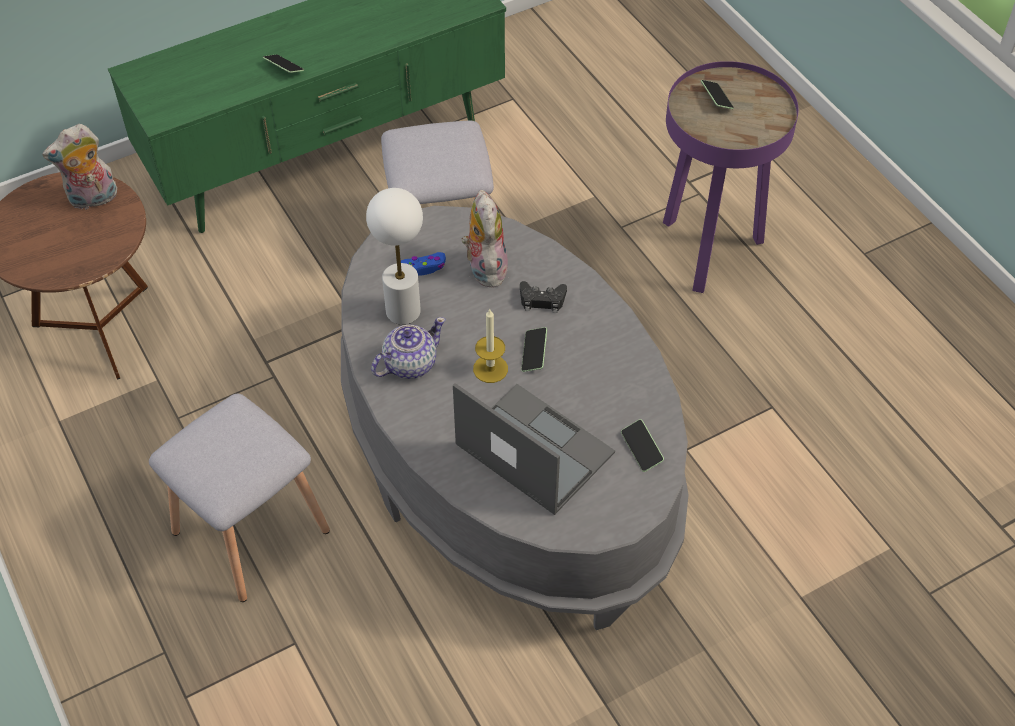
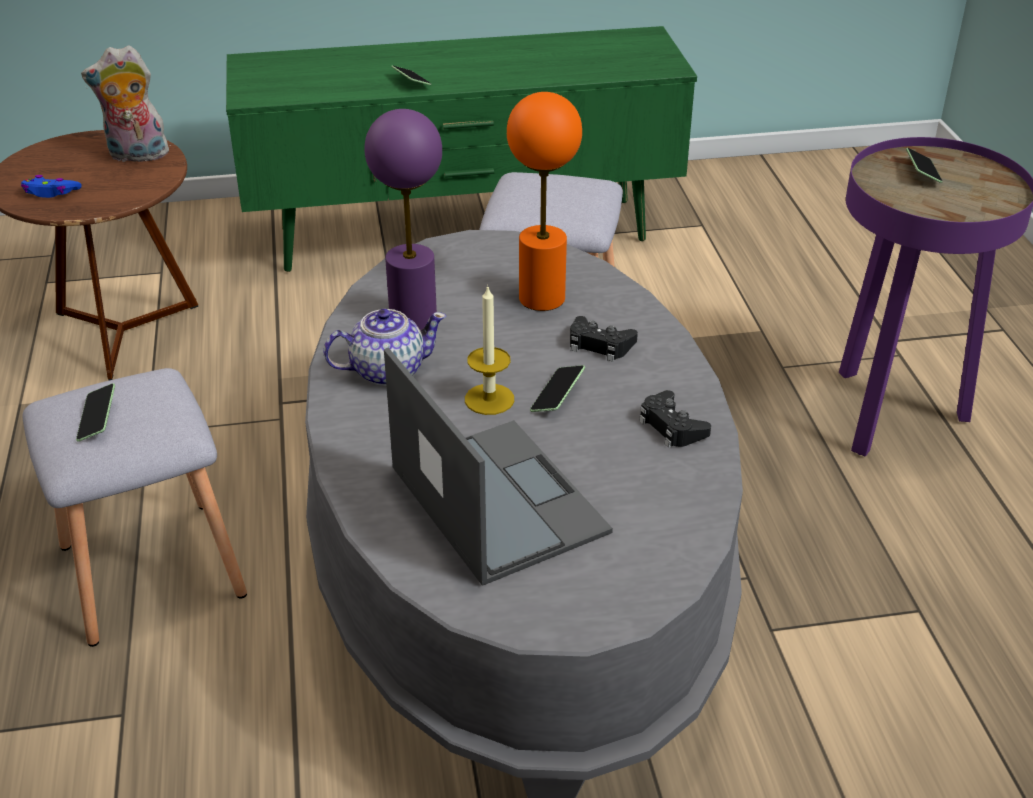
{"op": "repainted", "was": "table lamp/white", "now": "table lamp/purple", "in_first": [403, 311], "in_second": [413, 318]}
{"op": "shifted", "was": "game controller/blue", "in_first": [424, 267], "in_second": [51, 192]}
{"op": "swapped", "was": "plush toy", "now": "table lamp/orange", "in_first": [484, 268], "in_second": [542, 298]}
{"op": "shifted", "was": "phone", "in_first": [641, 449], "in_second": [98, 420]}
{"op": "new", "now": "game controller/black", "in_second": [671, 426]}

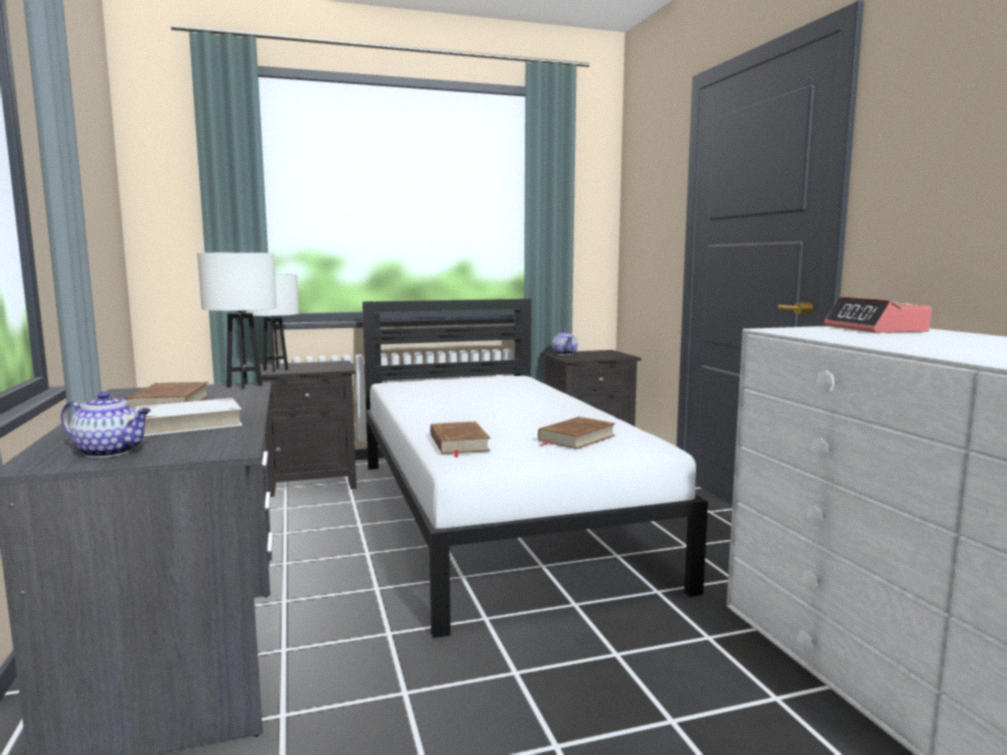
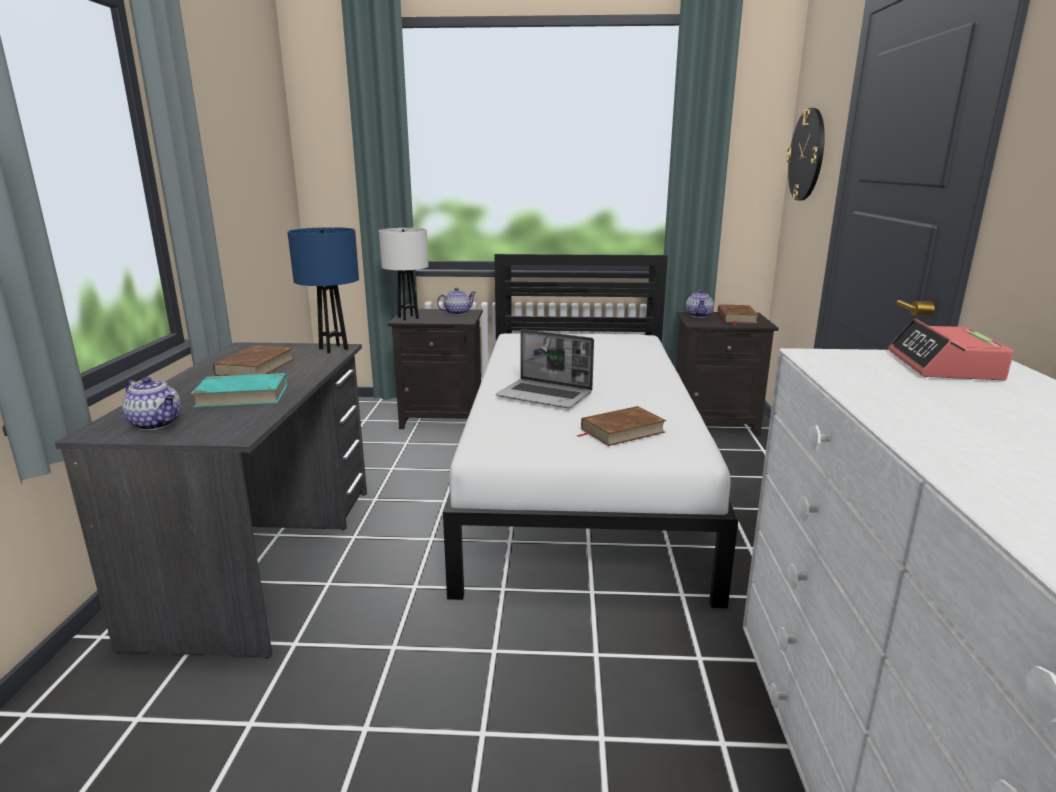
{"op": "repainted", "was": "book/white", "now": "book/turquoise", "in_first": [188, 424], "in_second": [242, 396]}
{"op": "repainted", "was": "table lamp/white", "now": "table lamp/blue", "in_first": [244, 386], "in_second": [333, 349]}
{"op": "shifted", "was": "book/brown", "in_first": [458, 443], "in_second": [736, 318]}
{"op": "new", "now": "teapot", "in_second": [456, 313]}
{"op": "new", "now": "laptop", "in_second": [546, 395]}
{"op": "new", "now": "wall clock", "in_second": [807, 155]}

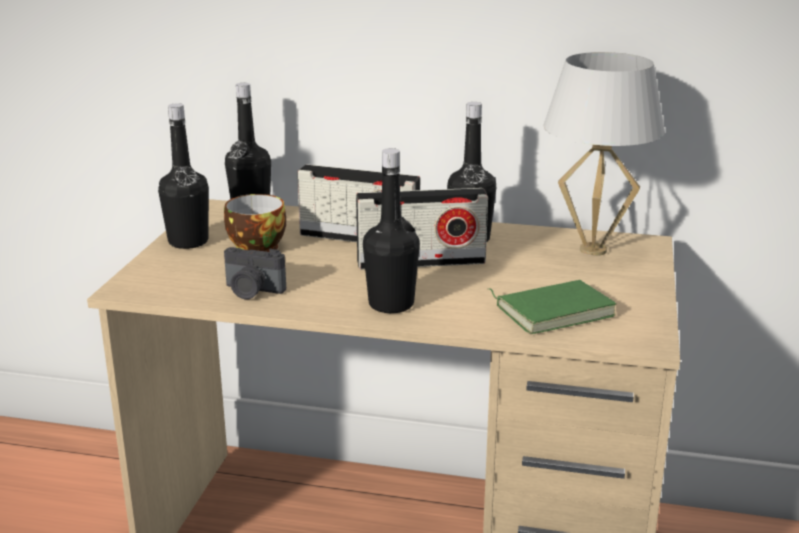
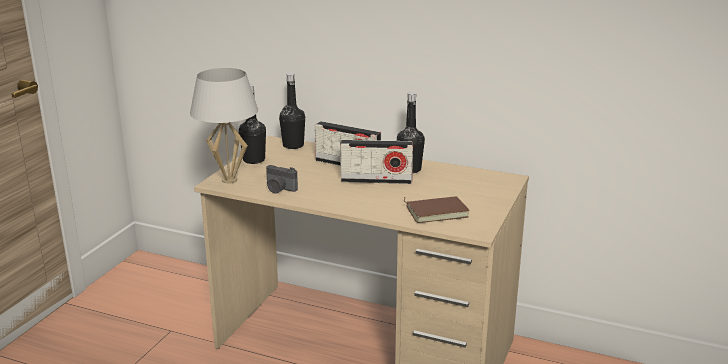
{"op": "gone", "was": "cup", "in_first": [253, 248]}
{"op": "gone", "was": "bottle/black", "in_first": [391, 304]}
{"op": "repainted", "was": "book/green", "now": "book/brown", "in_first": [553, 310], "in_second": [436, 212]}
{"op": "shifted", "was": "table lamp/white", "in_first": [593, 250], "in_second": [229, 180]}

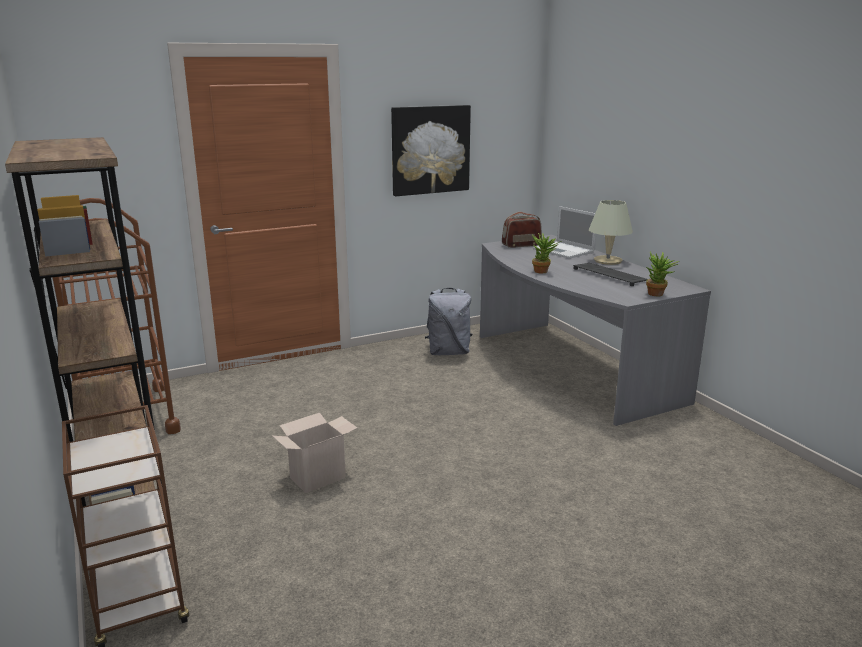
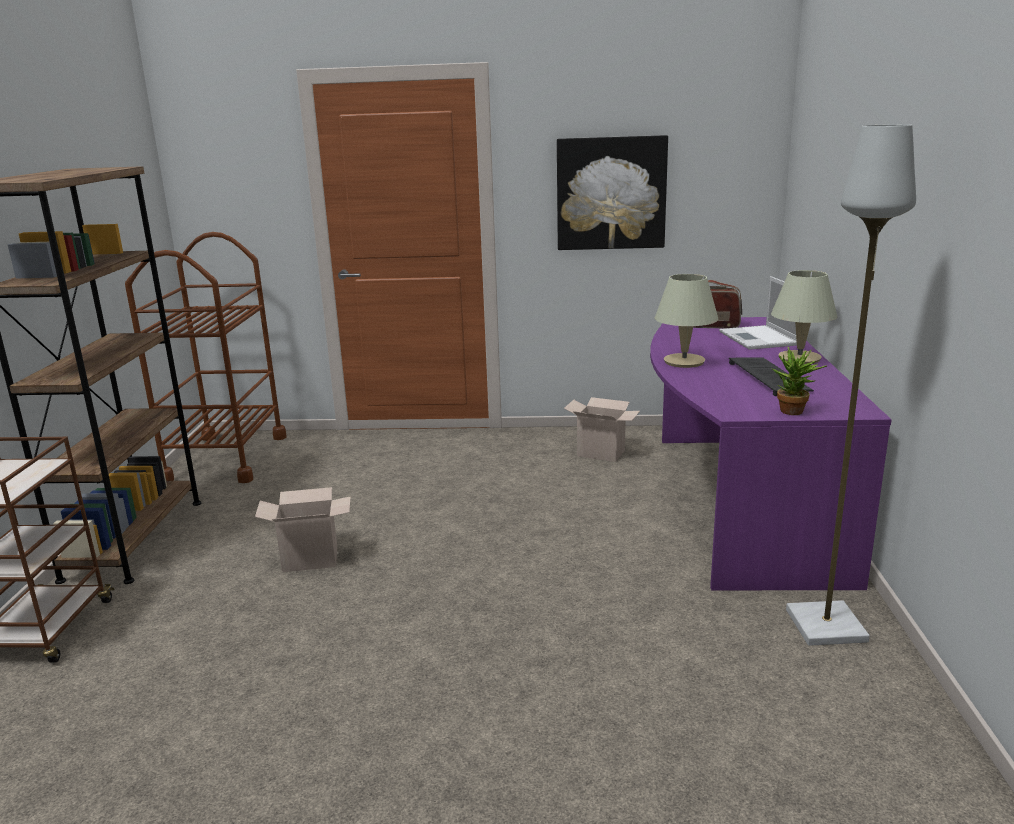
{"op": "swapped", "was": "backpack/grey", "now": "cardboard box", "in_first": [448, 352], "in_second": [602, 453]}
{"op": "repainted", "was": "desk/grey", "now": "desk/purple", "in_first": [569, 368], "in_second": [735, 502]}
{"op": "swapped", "was": "potted plant", "now": "table lamp/beige", "in_first": [543, 271], "in_second": [683, 362]}
{"op": "new", "now": "floor lamp/grey", "in_second": [827, 626]}

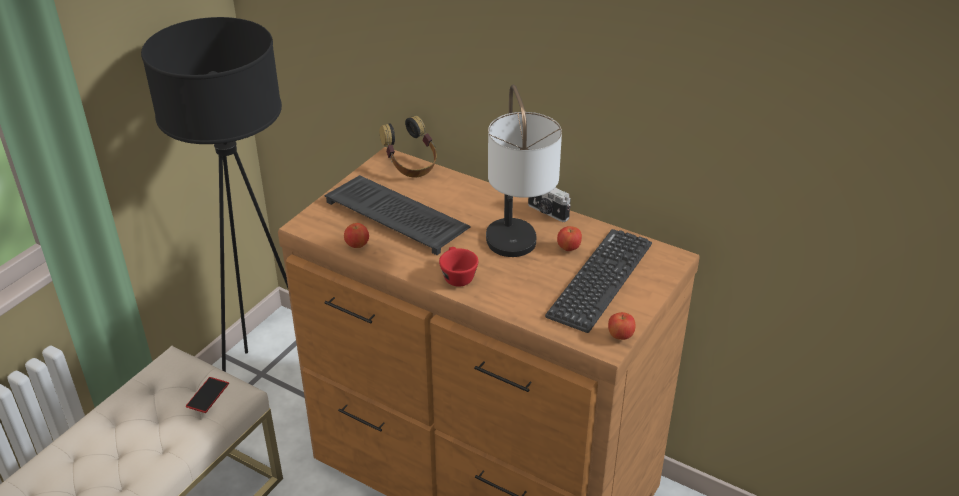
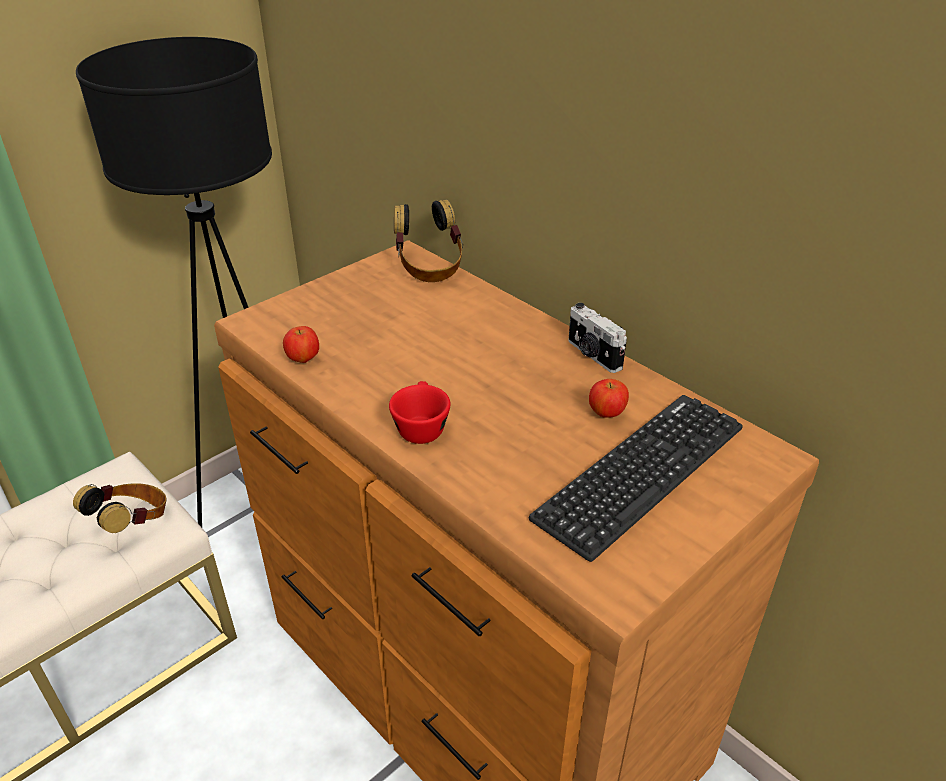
{"op": "swapped", "was": "phone", "now": "headphones", "in_first": [207, 395], "in_second": [132, 523]}
{"op": "gone", "was": "keyboard", "in_first": [398, 215]}
{"op": "gone", "was": "table lamp", "in_first": [516, 257]}
{"op": "gone", "was": "apple", "in_first": [620, 336]}

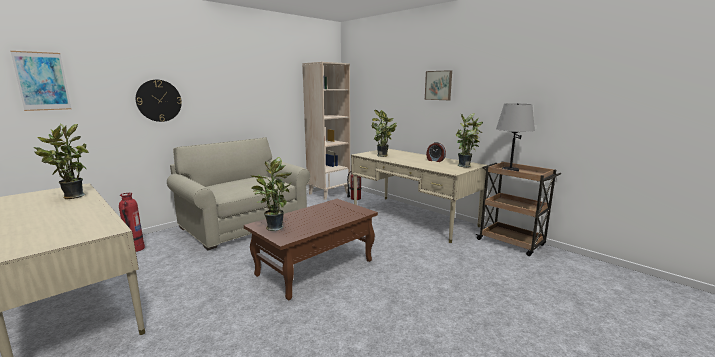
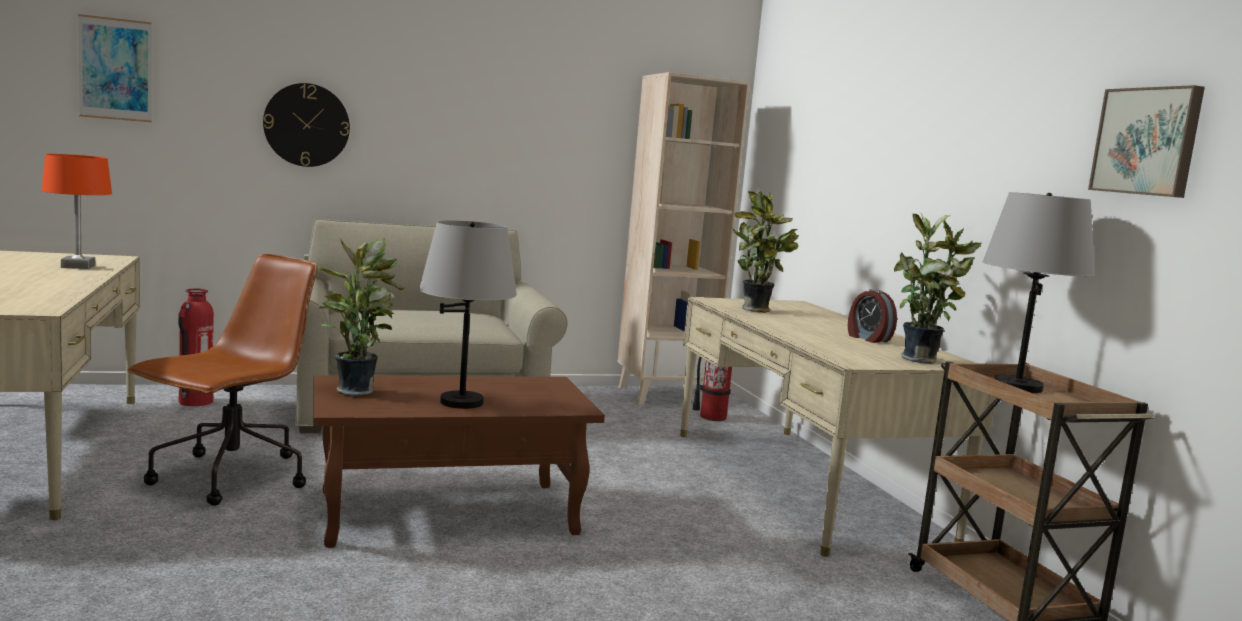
{"op": "swapped", "was": "potted plant", "now": "table lamp/orange", "in_first": [71, 197], "in_second": [78, 266]}
{"op": "shifted", "was": "picture", "in_first": [438, 85], "in_second": [1147, 141]}
{"op": "new", "now": "office chair/brown", "in_second": [230, 478]}
{"op": "new", "now": "table lamp/grey", "in_second": [462, 402]}

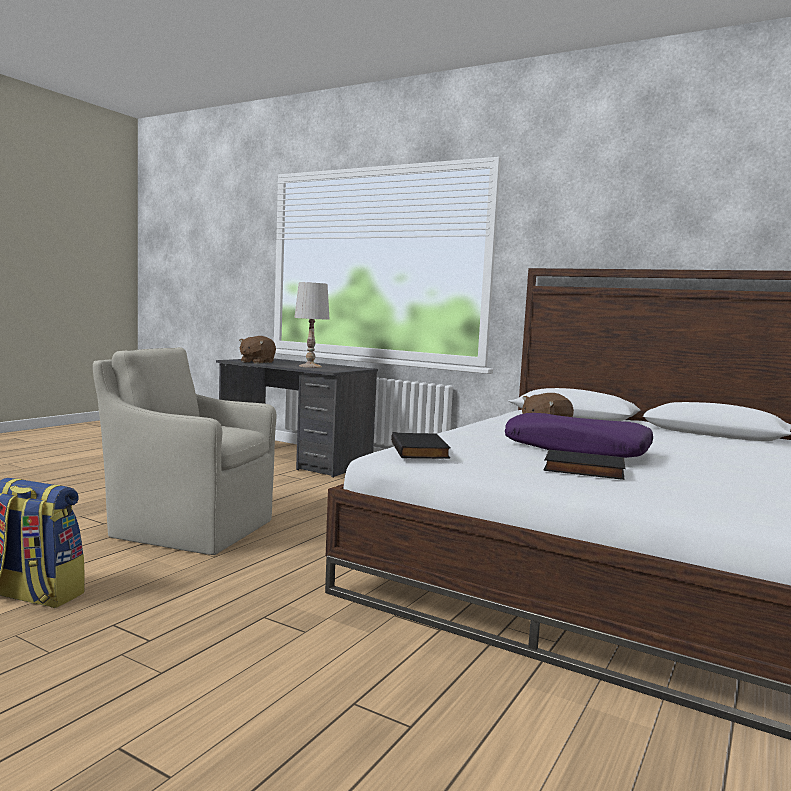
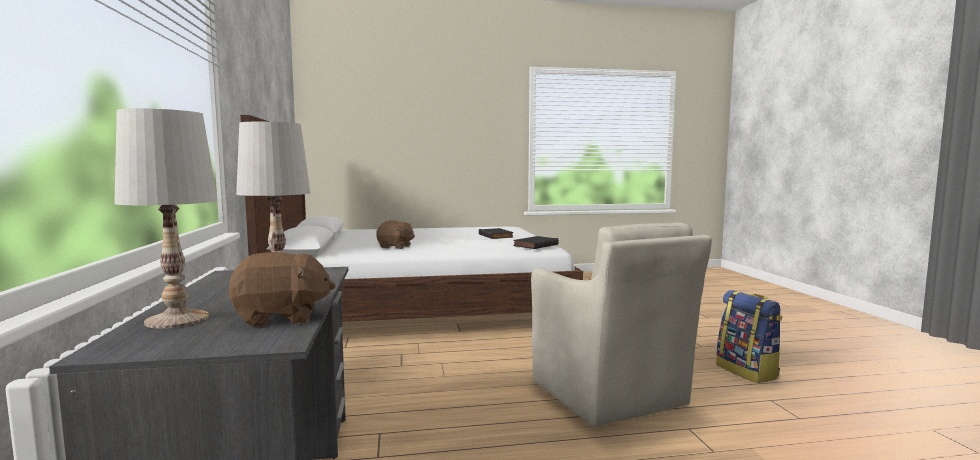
{"op": "gone", "was": "pillow/purple", "in_first": [576, 450]}
{"op": "new", "now": "table lamp/white", "in_second": [176, 320]}

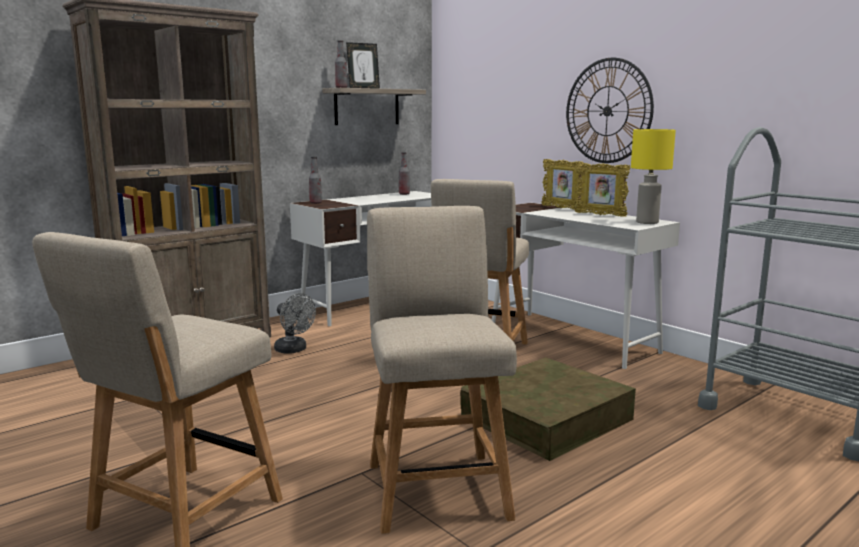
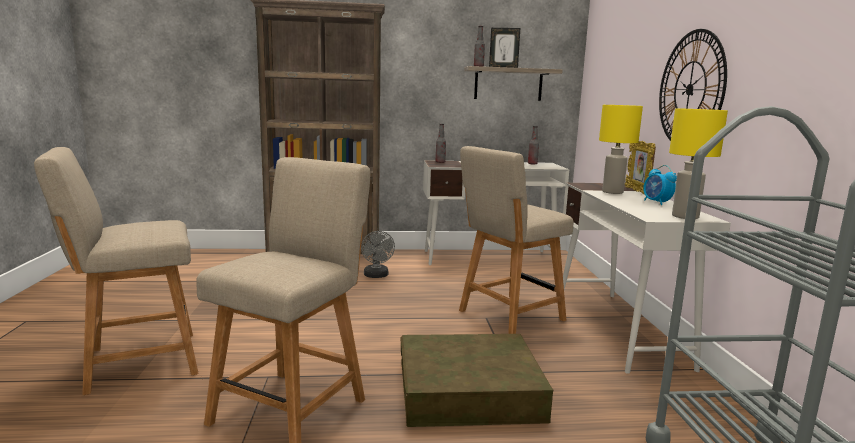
{"op": "swapped", "was": "picture frame", "now": "alarm clock", "in_first": [600, 215], "in_second": [656, 202]}
{"op": "new", "now": "table lamp/yellow", "in_second": [612, 192]}

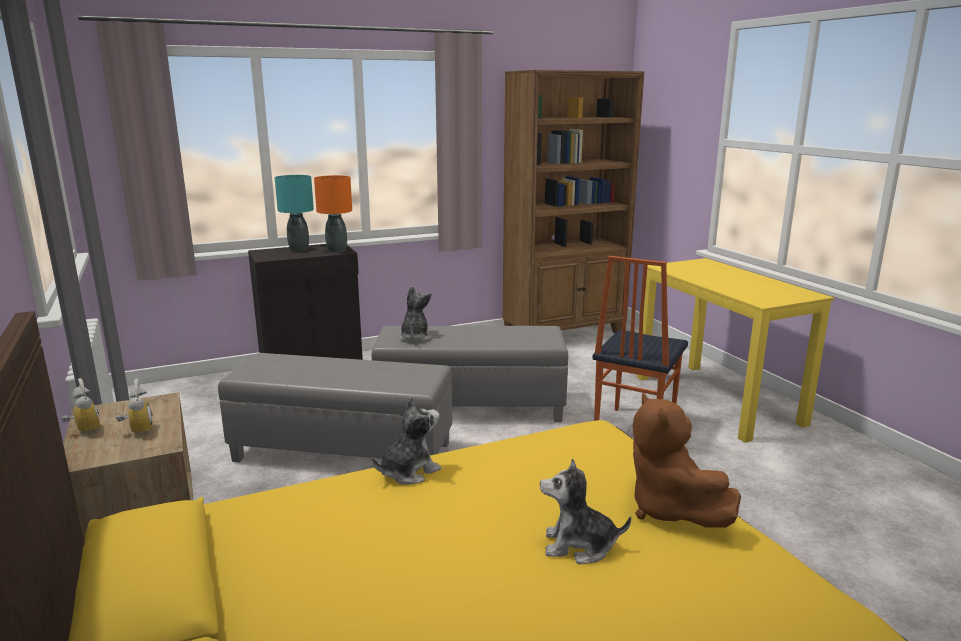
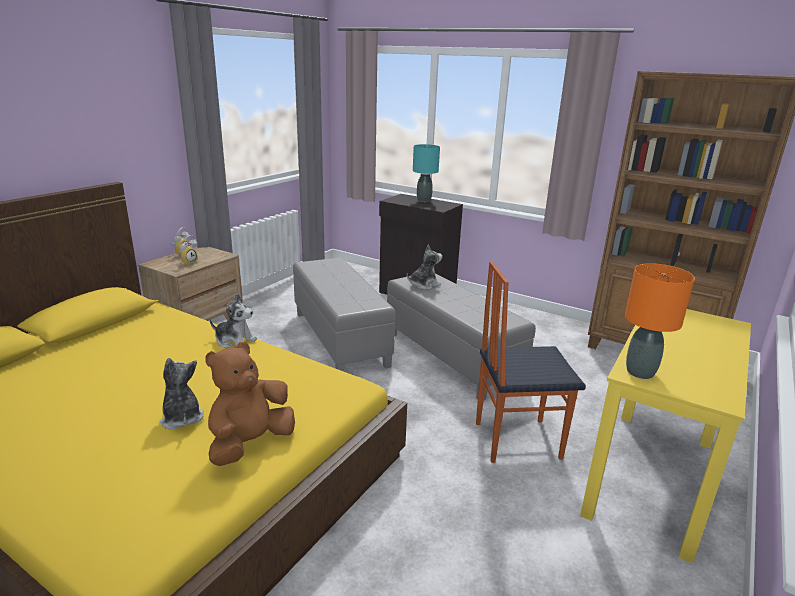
{"op": "shifted", "was": "table lamp/orange", "in_first": [336, 250], "in_second": [640, 372]}

